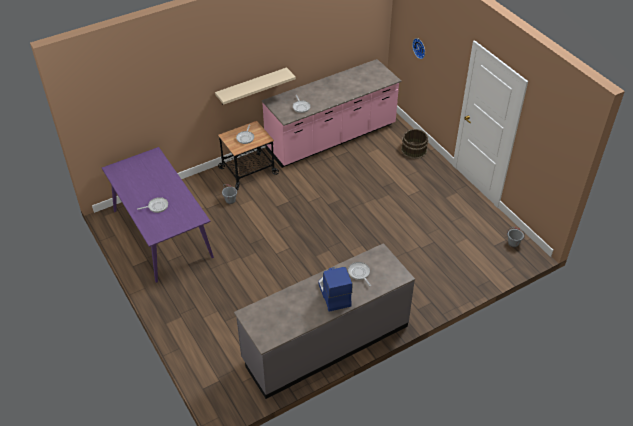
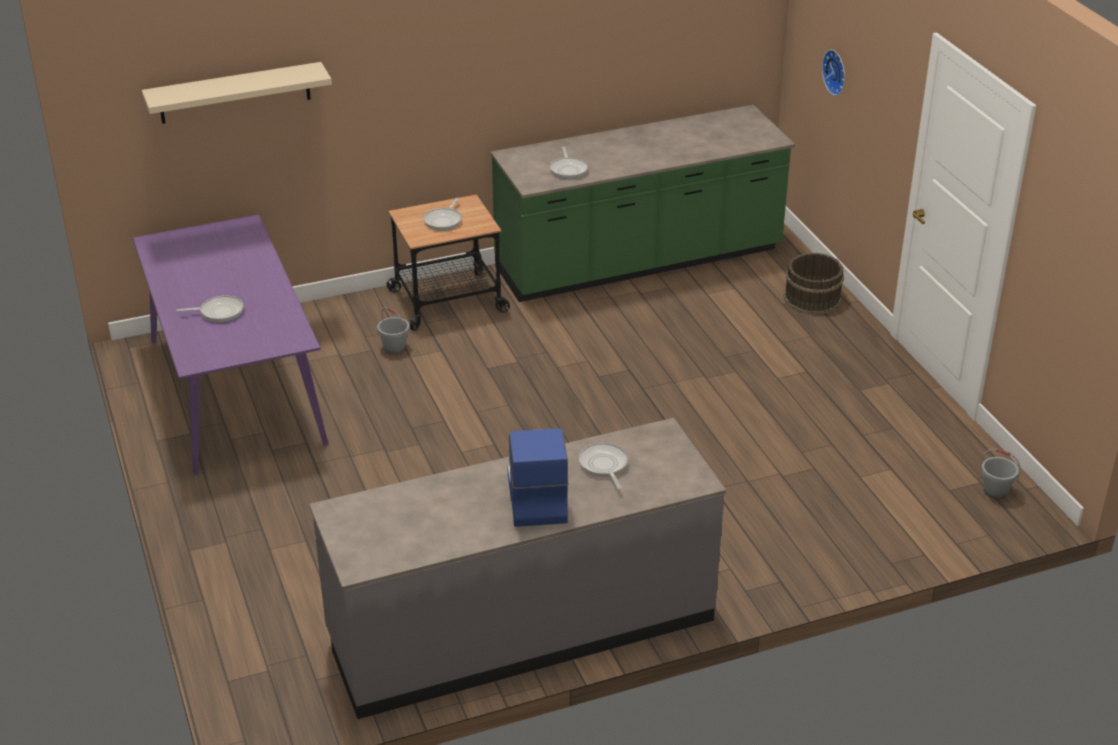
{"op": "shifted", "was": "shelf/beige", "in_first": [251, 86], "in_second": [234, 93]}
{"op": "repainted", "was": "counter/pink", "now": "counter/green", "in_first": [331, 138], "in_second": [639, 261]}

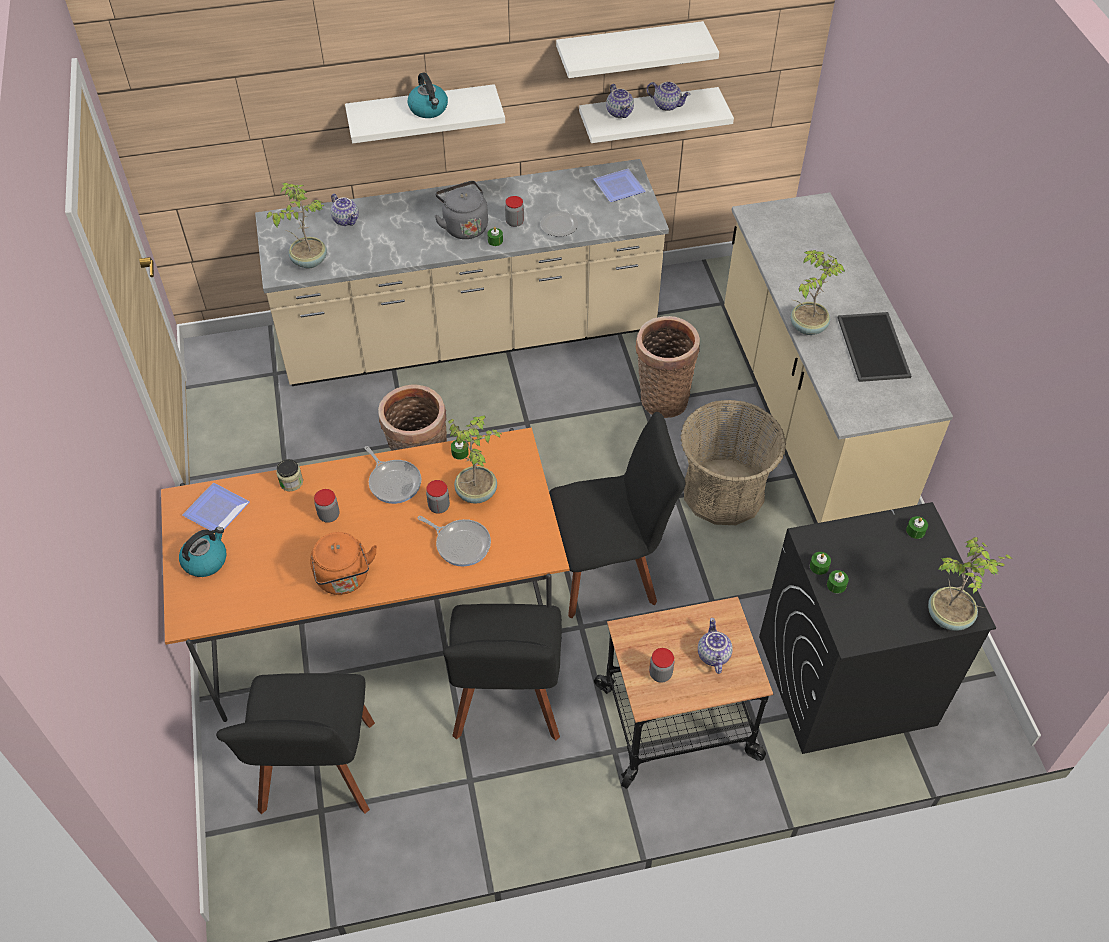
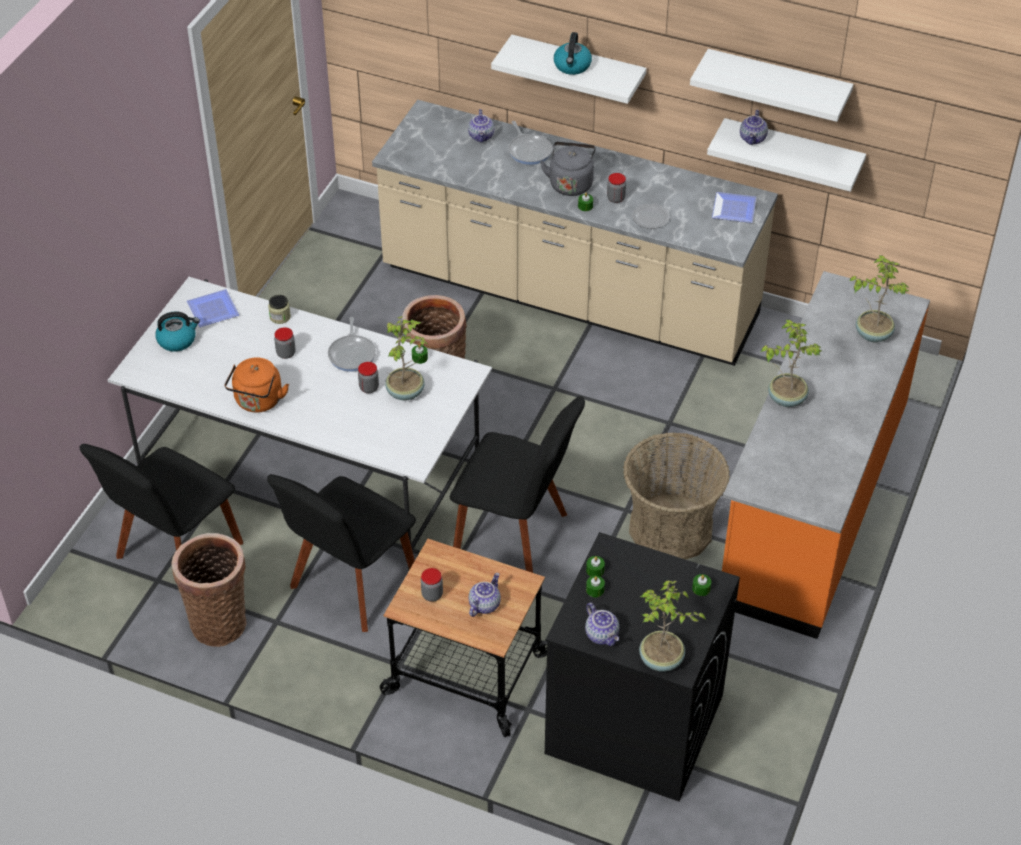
{"op": "repainted", "was": "dining table/orange", "now": "dining table/white", "in_first": [378, 613], "in_second": [311, 469]}
{"op": "shifted", "was": "potted plant", "in_first": [308, 261], "in_second": [872, 334]}
{"op": "shifted", "was": "frying pan", "in_first": [460, 543], "in_second": [529, 150]}
{"op": "shifted", "was": "basket", "in_first": [661, 397], "in_second": [219, 621]}
{"op": "shifted", "was": "teapot", "in_first": [667, 105], "in_second": [602, 635]}
{"op": "repainted", "was": "counter/beige", "now": "counter/orange", "in_first": [807, 413], "in_second": [811, 505]}
{"op": "gone", "was": "tray", "in_first": [875, 347]}

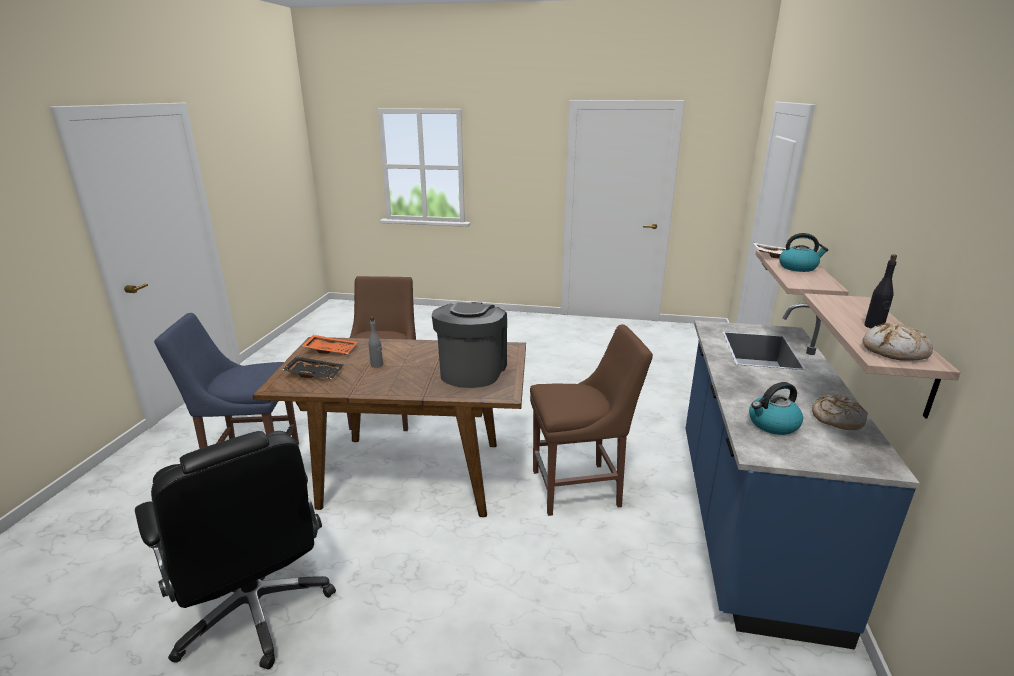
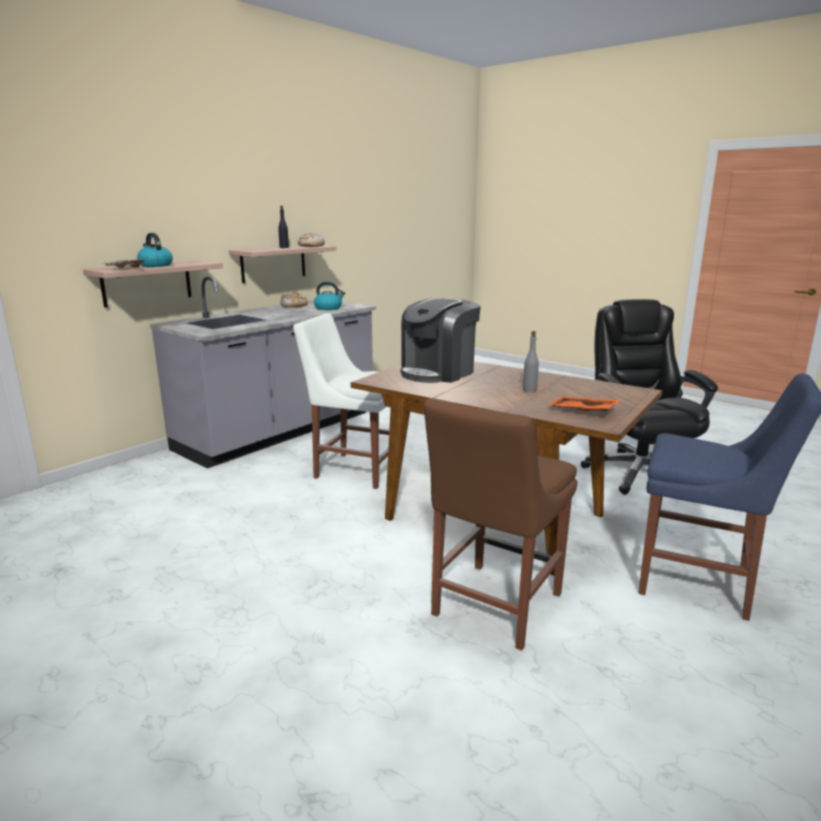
{"op": "gone", "was": "tray/black", "in_first": [315, 373]}
{"op": "repainted", "was": "chair/brown", "now": "chair/white", "in_first": [580, 488], "in_second": [354, 469]}
{"op": "repainted", "was": "counter/blue", "now": "counter/grey", "in_first": [746, 522], "in_second": [280, 431]}

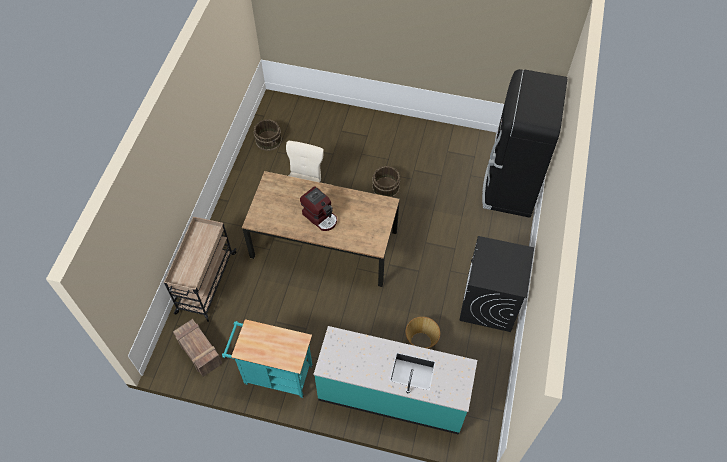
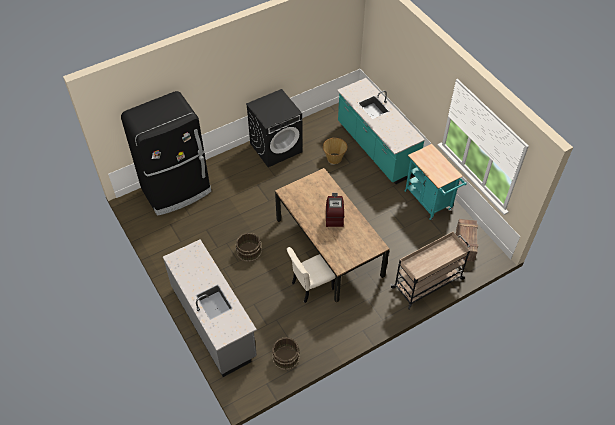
{"op": "new", "now": "counter/grey", "in_second": [214, 322]}

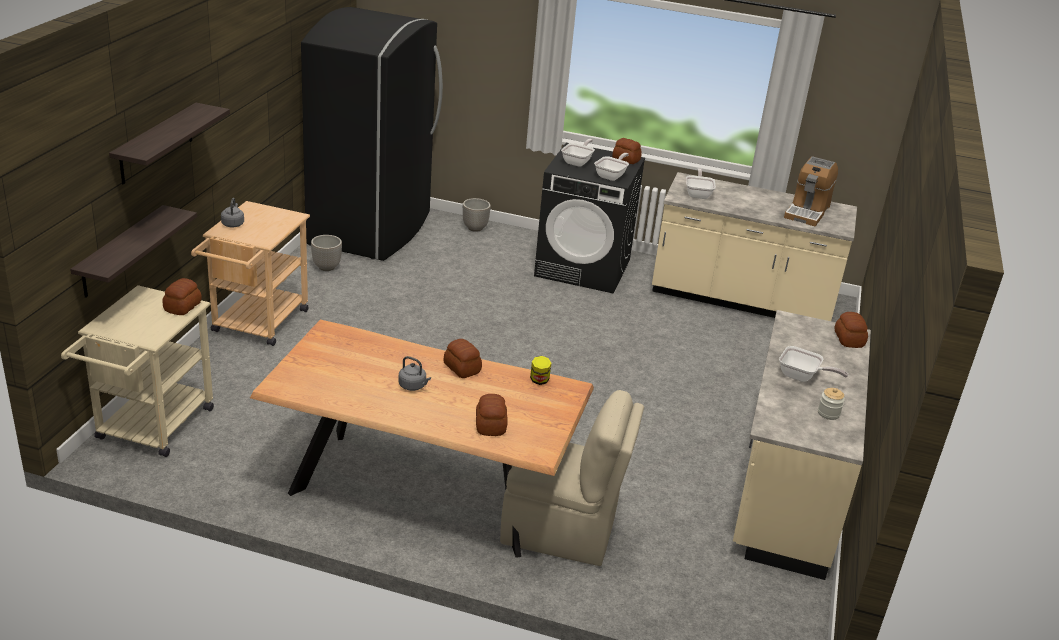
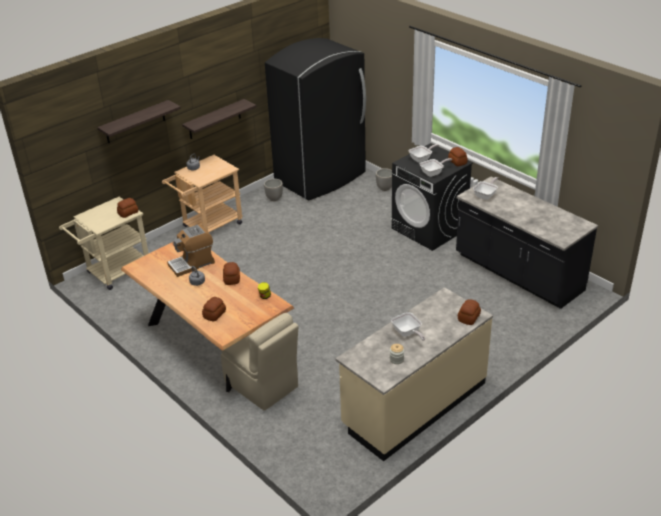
{"op": "shifted", "was": "shelf", "in_first": [121, 252], "in_second": [214, 119]}
{"op": "repainted", "was": "counter/beige", "now": "counter/black", "in_first": [741, 300], "in_second": [517, 274]}
{"op": "shifted", "was": "coffee machine", "in_first": [807, 211], "in_second": [192, 263]}

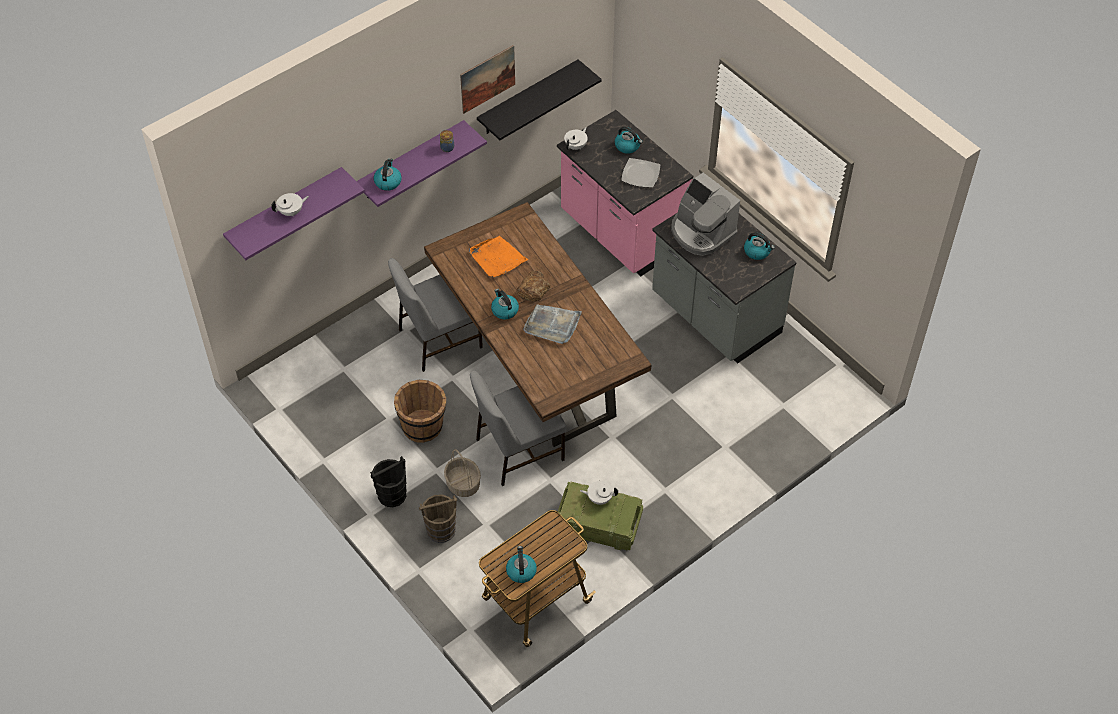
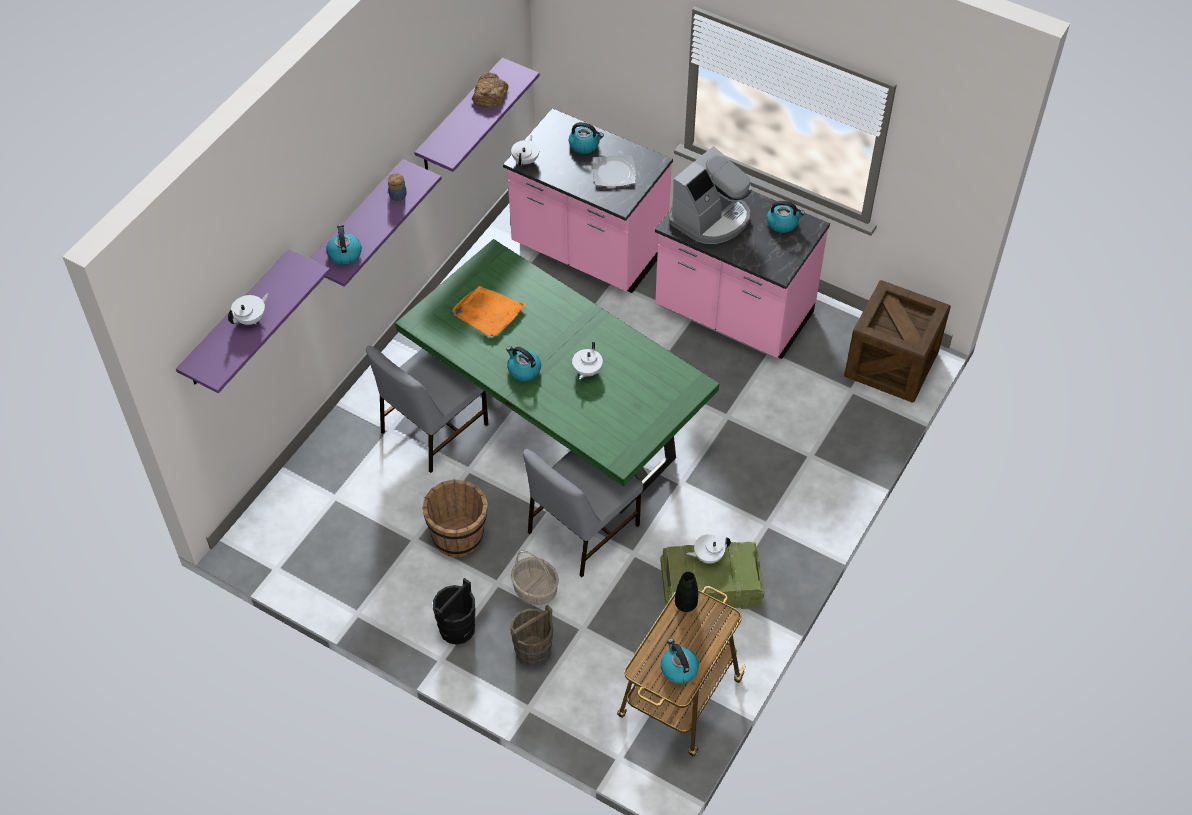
{"op": "repainted", "was": "dining table/brown", "now": "dining table/green", "in_first": [534, 362], "in_second": [556, 423]}
{"op": "gone", "was": "picture", "in_first": [487, 79]}
{"op": "repainted", "was": "shelf/black", "now": "shelf/purple", "in_first": [528, 98], "in_second": [460, 116]}
{"op": "shifted", "was": "bread", "in_first": [533, 289], "in_second": [490, 94]}
{"op": "swapped", "was": "tray/grey", "now": "teapot/white", "in_first": [552, 325], "in_second": [587, 371]}
{"op": "repainted", "was": "counter/grey", "now": "counter/pink", "in_first": [715, 316], "in_second": [733, 313]}
{"op": "rotated", "was": "coffee machine", "in_first": [701, 232], "in_second": [711, 218], "clockwise": -75}
{"op": "new", "now": "vase/black", "in_second": [686, 604]}
{"op": "new", "now": "crate", "in_second": [891, 364]}

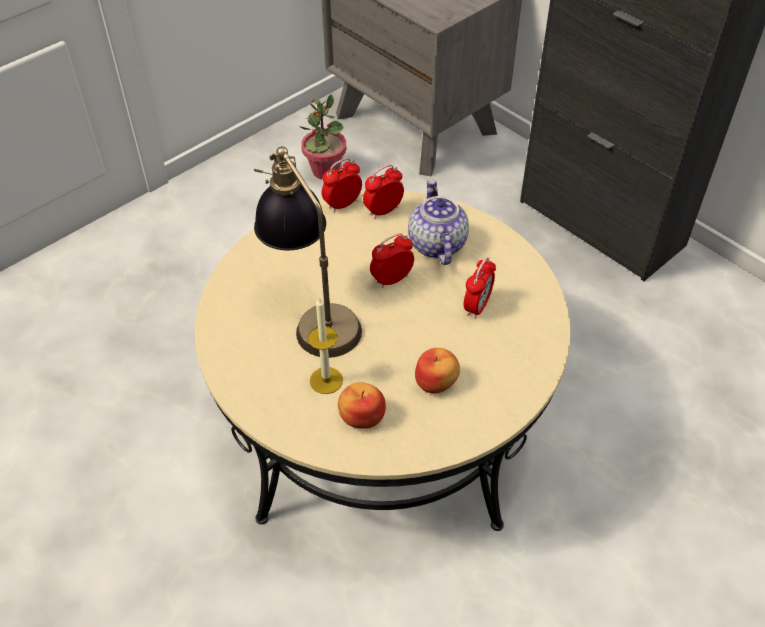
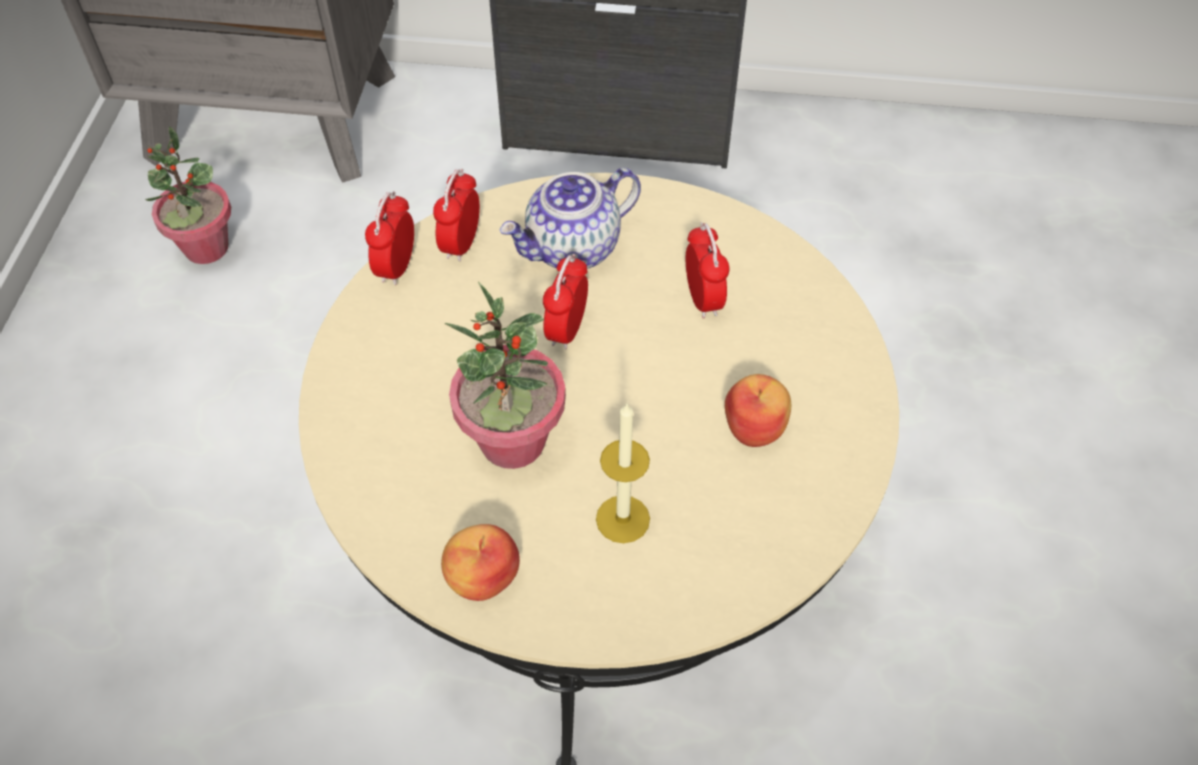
{"op": "swapped", "was": "table lamp", "now": "potted plant", "in_first": [313, 313], "in_second": [512, 442]}
{"op": "shifted", "was": "apple", "in_first": [362, 417], "in_second": [482, 576]}
{"op": "rotated", "was": "teapot", "in_first": [436, 244], "in_second": [573, 249], "clockwise": -75}

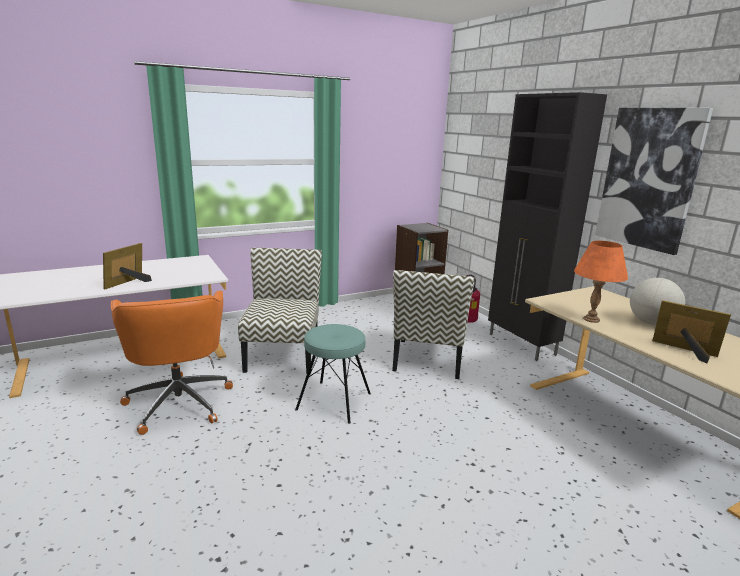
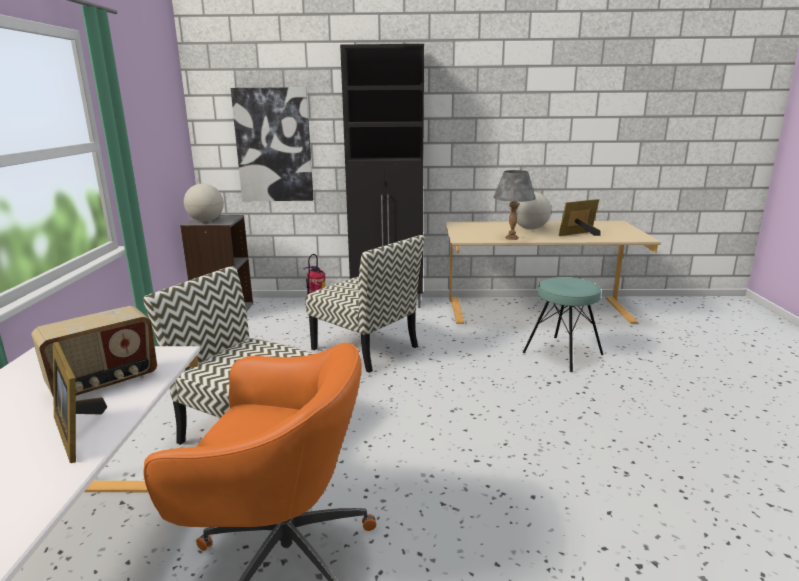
{"op": "shifted", "was": "stool/turquoise", "in_first": [334, 401], "in_second": [562, 353]}
{"op": "repainted", "was": "table lamp/orange", "now": "table lamp/grey", "in_first": [591, 319], "in_second": [512, 238]}
{"op": "shifted", "was": "picture", "in_first": [649, 179], "in_second": [274, 145]}
{"op": "new", "now": "radio", "in_second": [104, 382]}
{"op": "new", "now": "globe", "in_second": [206, 221]}

